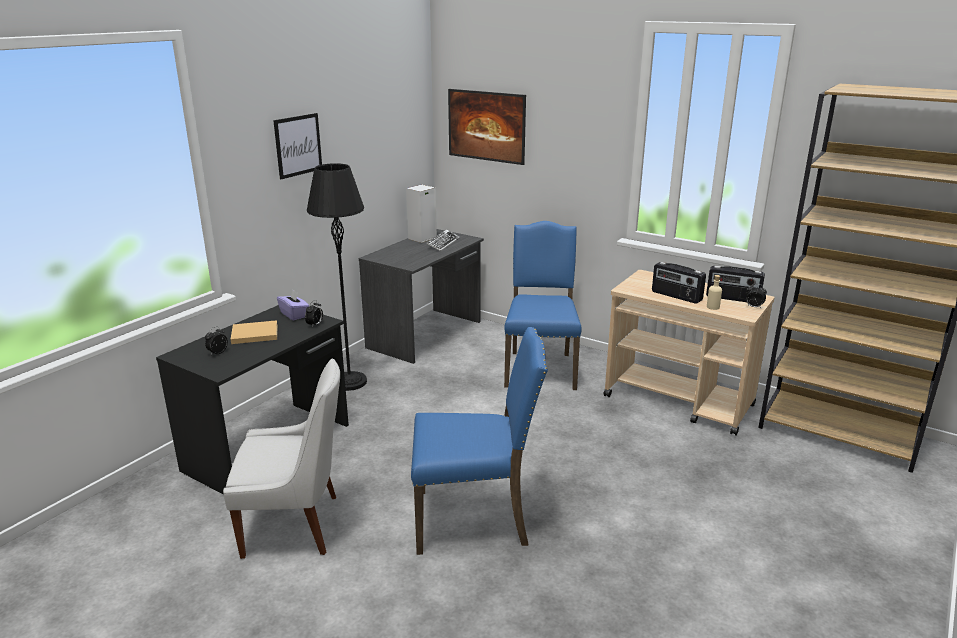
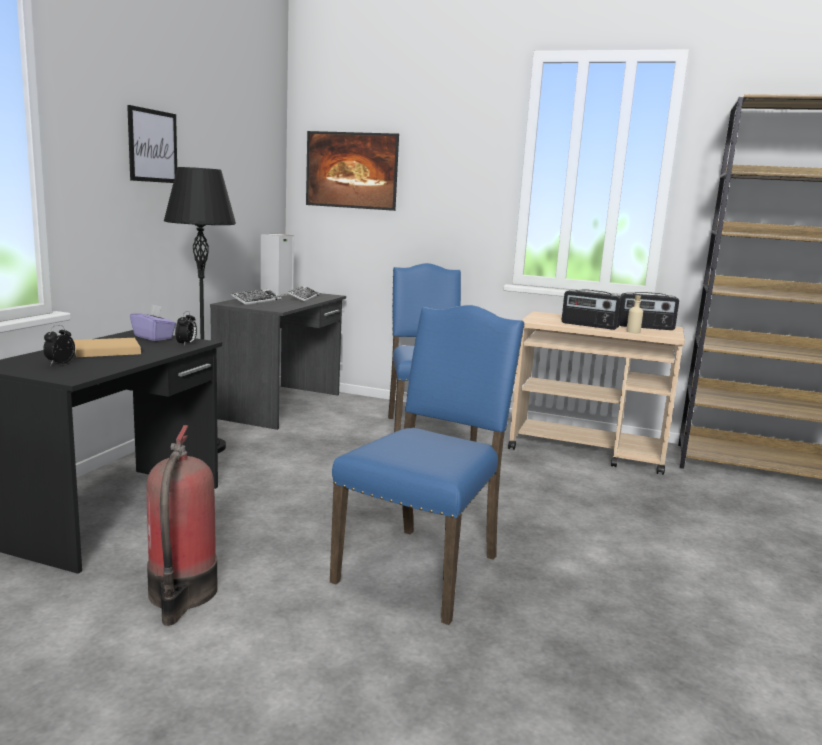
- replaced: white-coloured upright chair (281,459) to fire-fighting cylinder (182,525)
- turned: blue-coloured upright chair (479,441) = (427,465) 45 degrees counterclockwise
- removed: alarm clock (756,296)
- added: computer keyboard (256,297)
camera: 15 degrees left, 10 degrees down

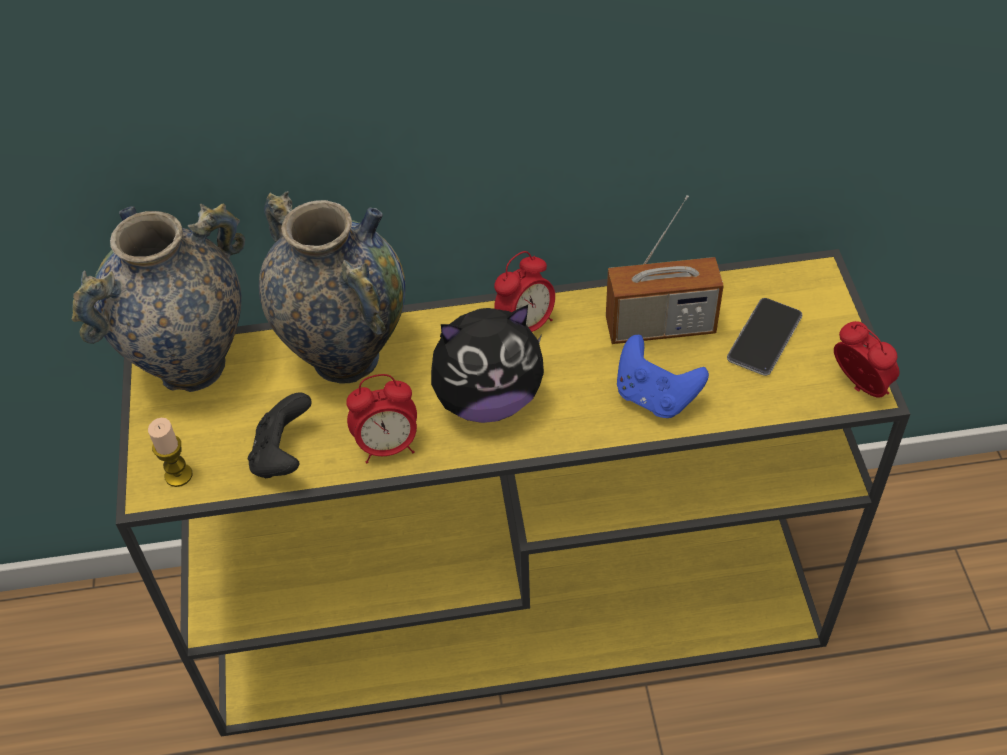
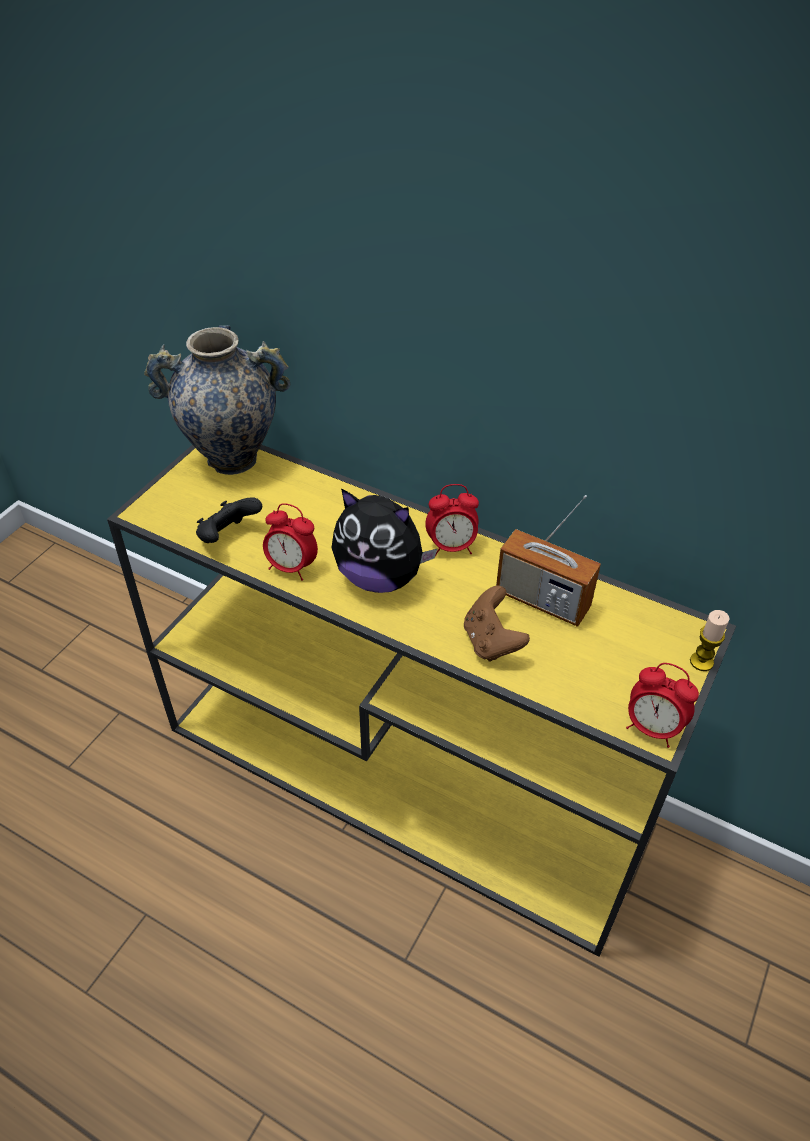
- moved: wax light (170,452) to (709,640)
- removed: decorative vase (332,287)
- recoloured: blue-coloured game controller (663,376) to brown game controller (497,624)
- removed: handset (764,337)
- turned: alarm clock (866,359) = (662,705) 120 degrees clockwise
camera: 35 degrees right, 5 degrees down

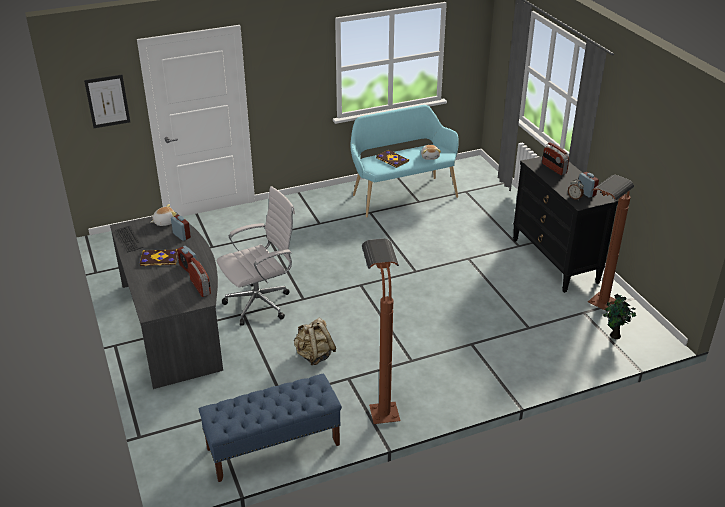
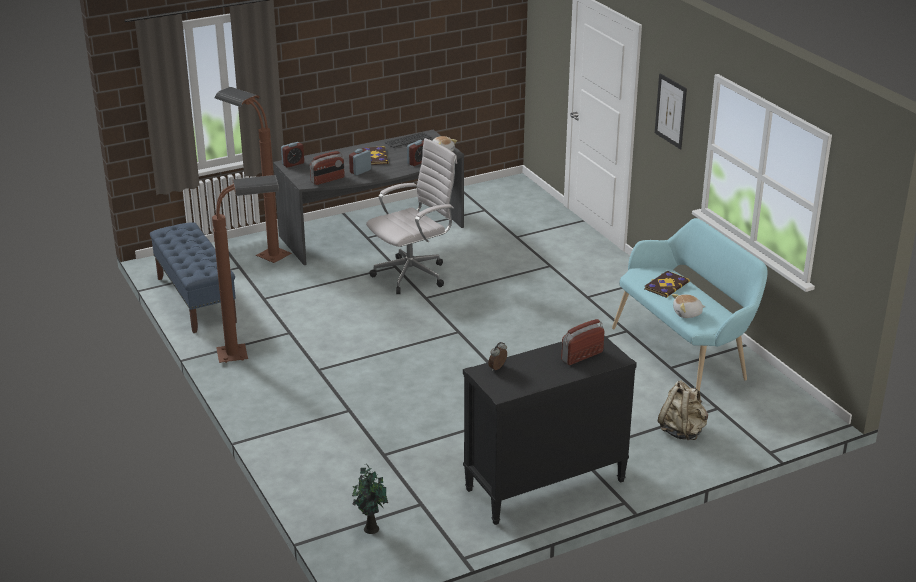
- moved: picture (107,101) to (671,111)
- turned: white-coloured computer chair (256,256) = (411,216) 90 degrees counterclockwise
- moved: beige rucksack (315,341) to (683,410)
- moved: alarm clock (588,184) to (292,155)
- moved: brown standing lamp (611,243) to (253,175)
camera: 85 degrees right, 5 degrees down

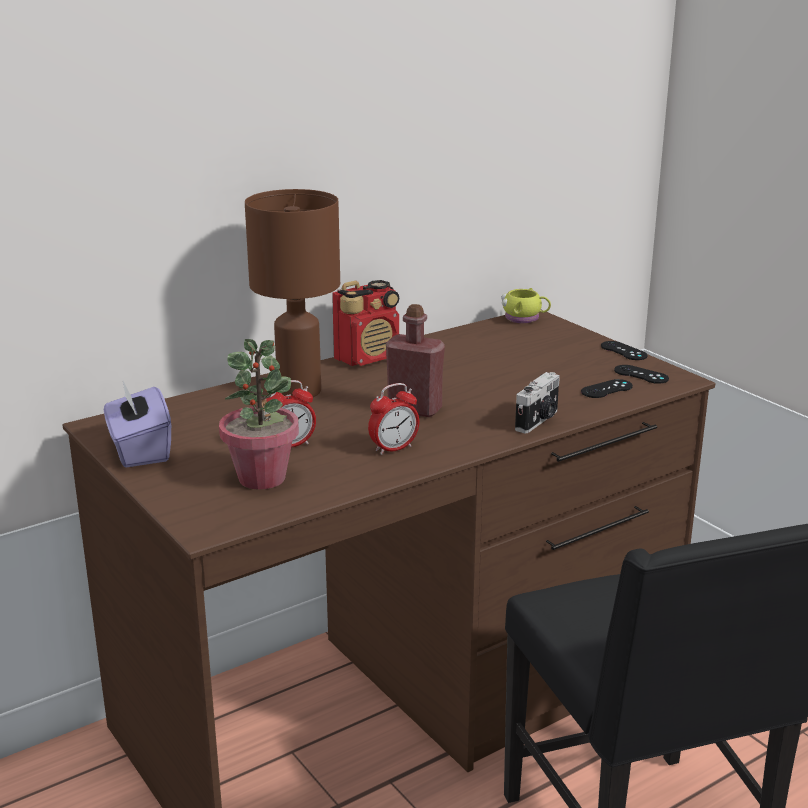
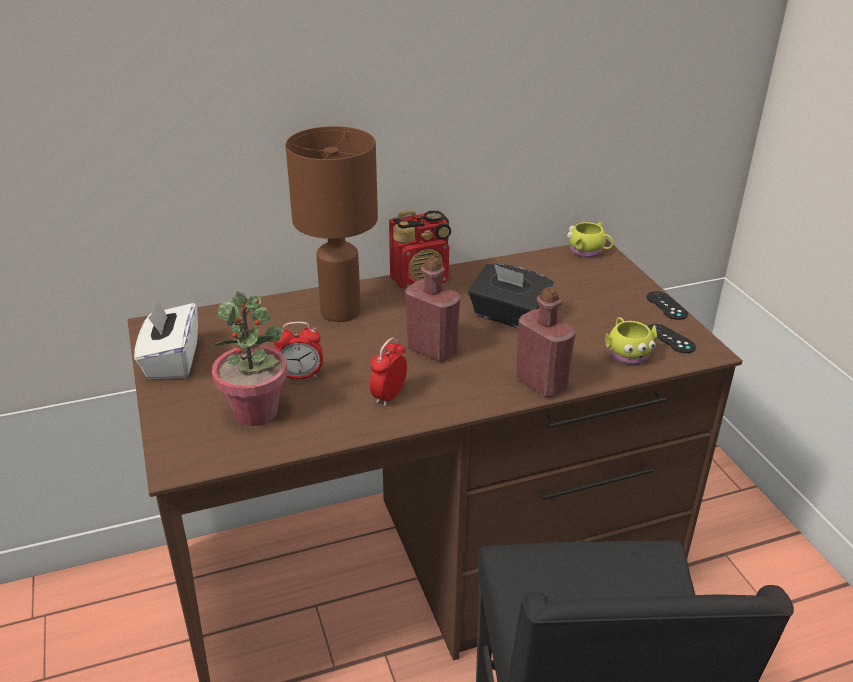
- recoloured: purple box of tissues (137,424) to white-coloured box of tissues (166,338)
- turned: alarm clock (393,419) = (388,372) 135 degrees clockwise
- replaced: photo camera (537,402) to red bottle (545,342)
- replaced: blackish game controller (607,388) to yellow coffee mug (631,341)
- added: blackish box of tissues (511,296)
camera: 15 degrees right, 10 degrees up

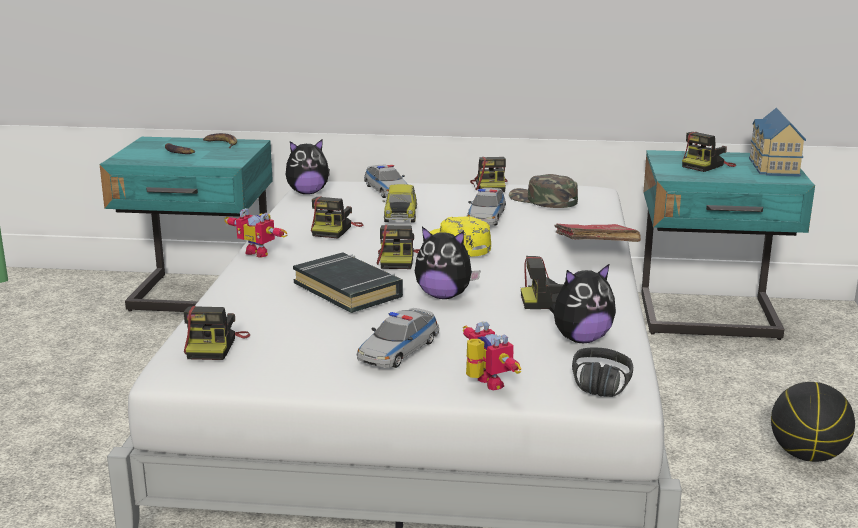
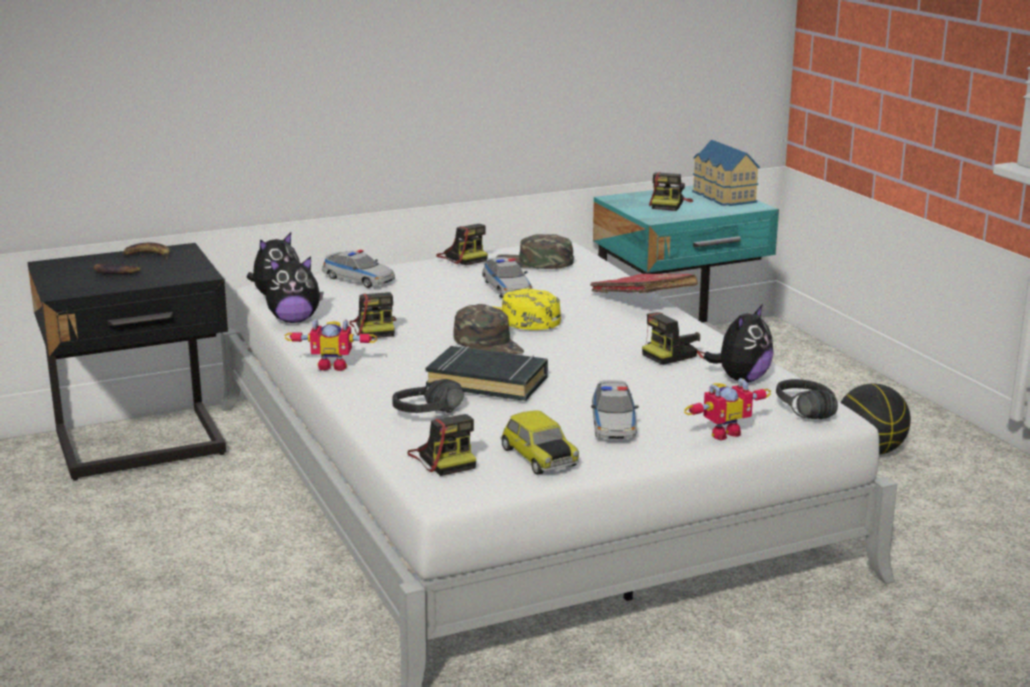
- recoloured: turquoise-coloured nightstand (186,224) to blackish nightstand (127,362)
- replaced: photo camera (398,247) to greenish baseball cap (488,329)
- moved: model car (400,203) to (539,442)
- moved: plush toy (447,263) to (295,289)
- turned: toy robot (492,356) = (727,409) 120 degrees clockwise
- added: blackish headphones (428,396)
camera: 30 degrees left, 0 degrees up

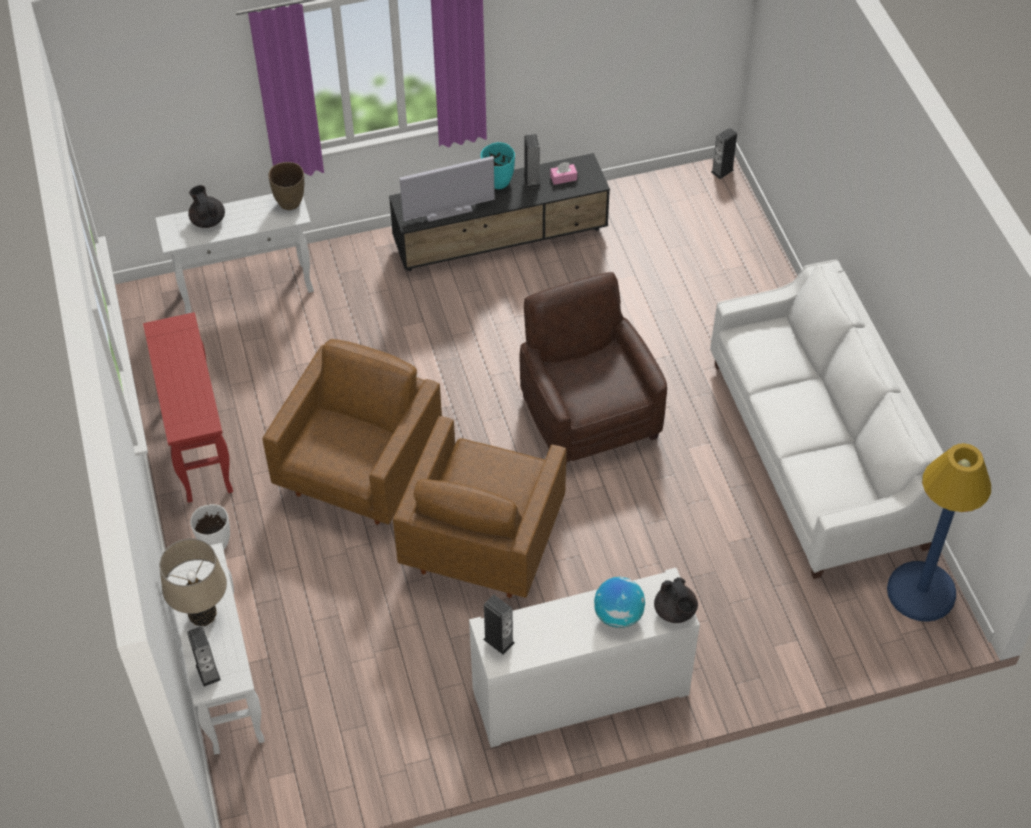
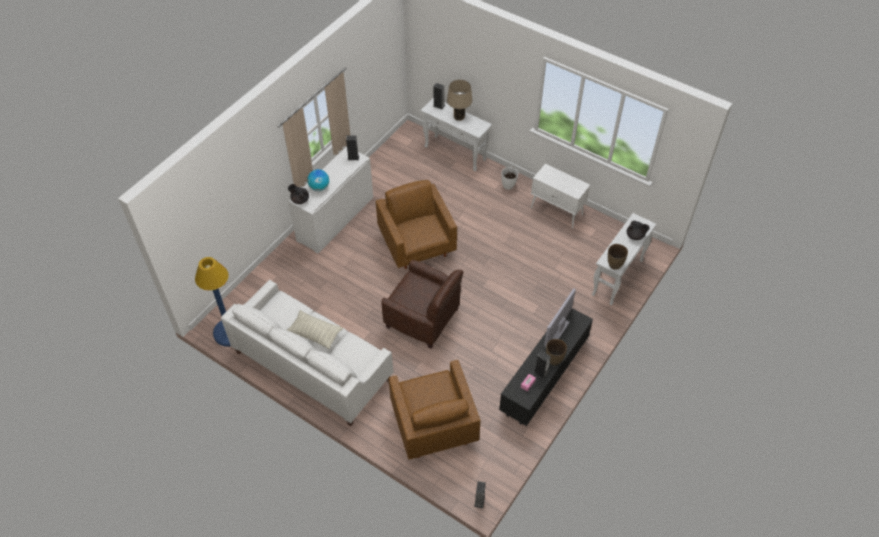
- replaced: red console table (188,407) to white-coloured cupboard (560,196)
- moved: brown easy chair (352,432) to (435,410)
- recoloured: turquoise-coloured decorative vase (498,165) to brown decorative vase (556,352)
- added: cushion (315,329)
camera: 140 degrees right, 0 degrees up

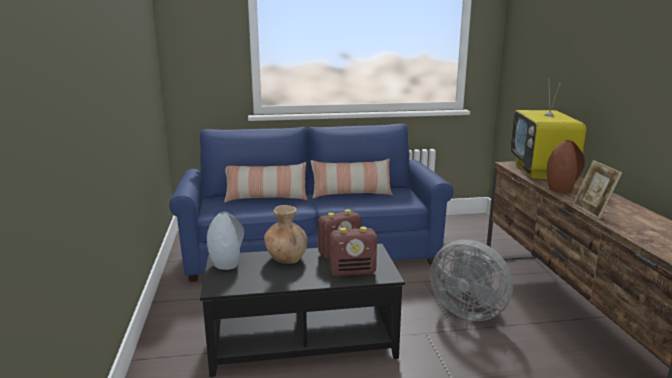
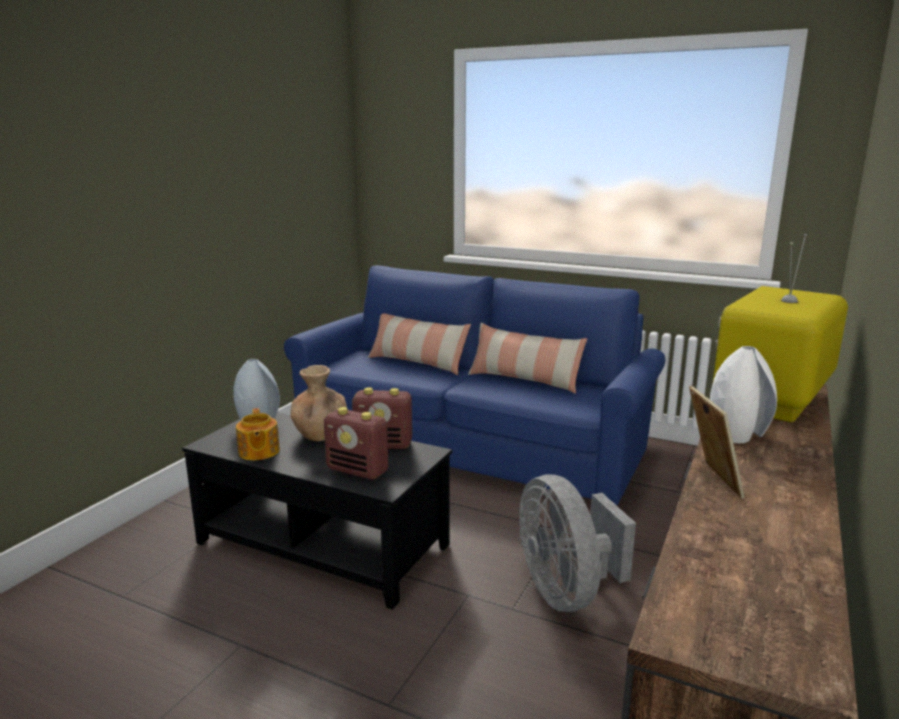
- recoloured: brown decorative vase (565,166) to white-coloured decorative vase (743,394)
- turned: photo frame (597,189) = (717,442) 150 degrees clockwise
- added: teapot (258,434)
camera: 35 degrees right, 0 degrees up

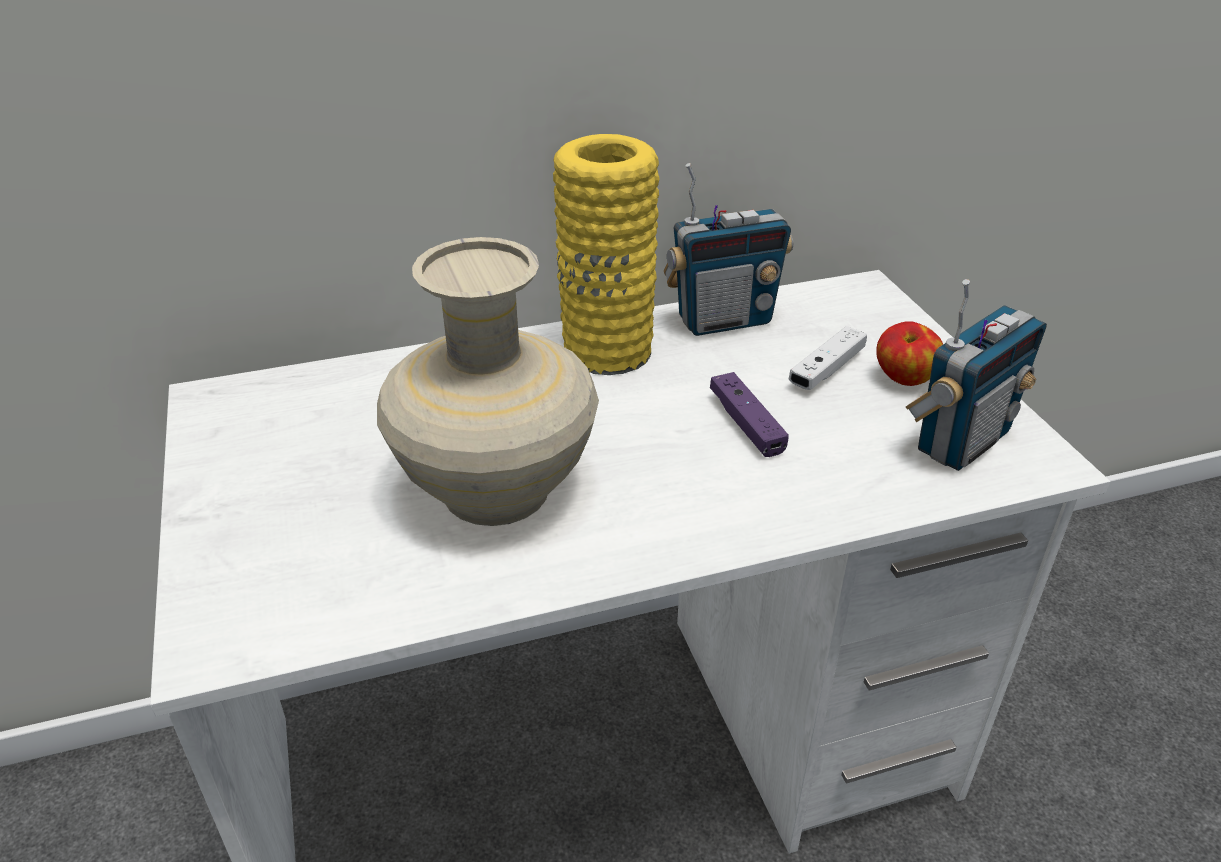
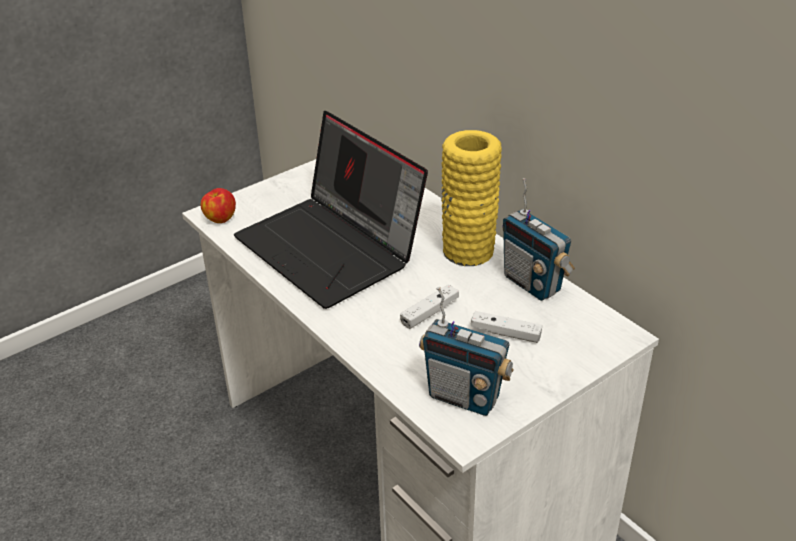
- replaced: beige decorative vase (488,381) to laptop (331,210)
- recoloured: purple game controller (749,414) to white-coloured game controller (429,306)
- moved: apple (909,353) to (218,205)
camera: 70 degrees right, 0 degrees up

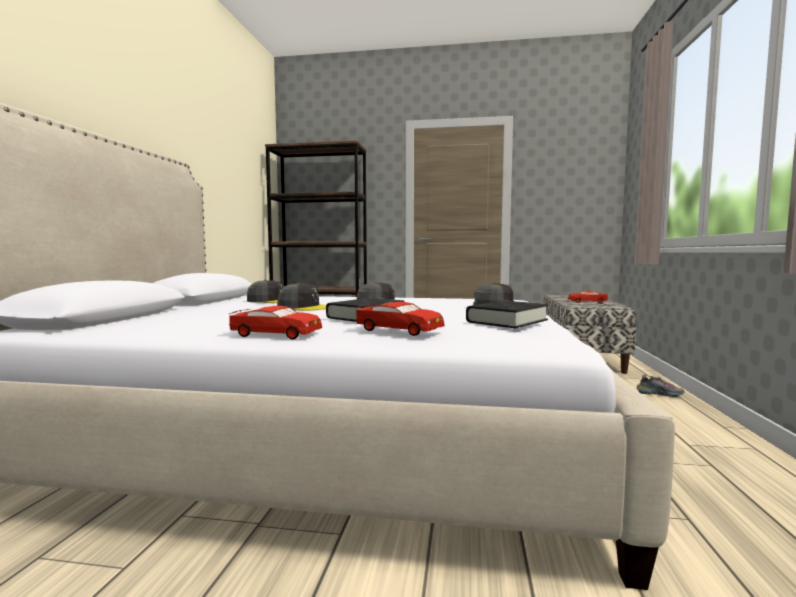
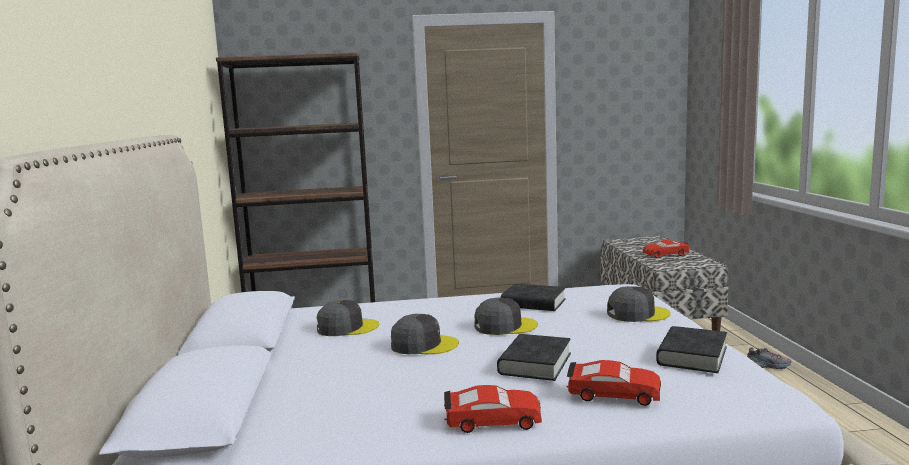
- added: blackish bound book (533,297)
camera: 15 degrees left, 5 degrees up

